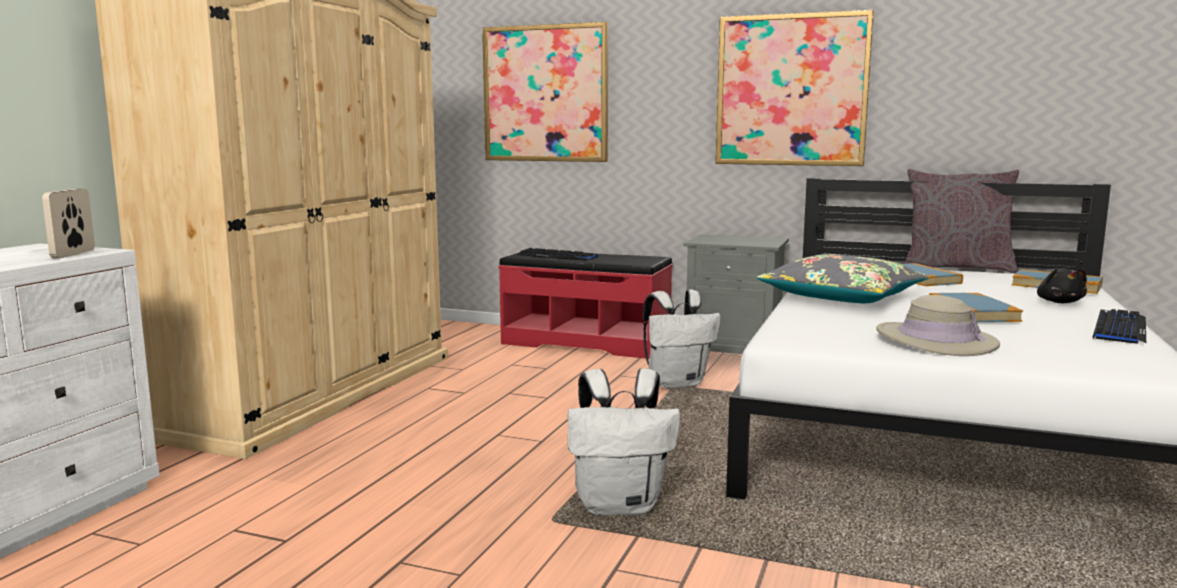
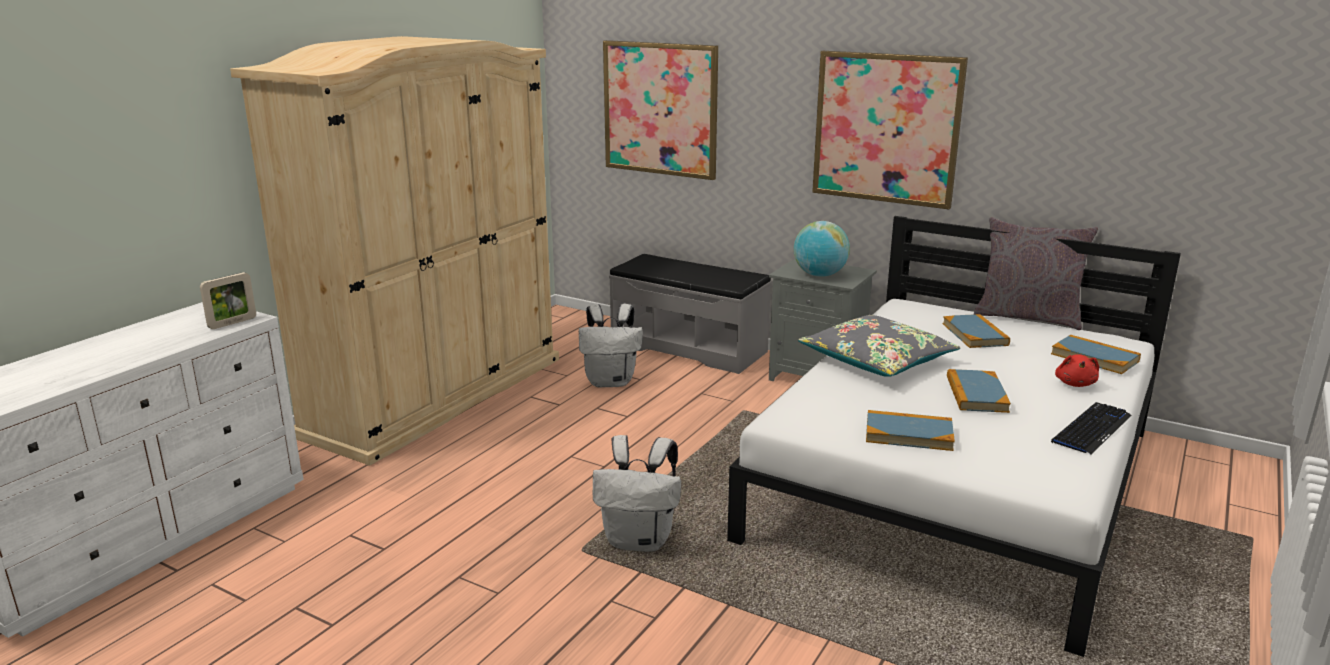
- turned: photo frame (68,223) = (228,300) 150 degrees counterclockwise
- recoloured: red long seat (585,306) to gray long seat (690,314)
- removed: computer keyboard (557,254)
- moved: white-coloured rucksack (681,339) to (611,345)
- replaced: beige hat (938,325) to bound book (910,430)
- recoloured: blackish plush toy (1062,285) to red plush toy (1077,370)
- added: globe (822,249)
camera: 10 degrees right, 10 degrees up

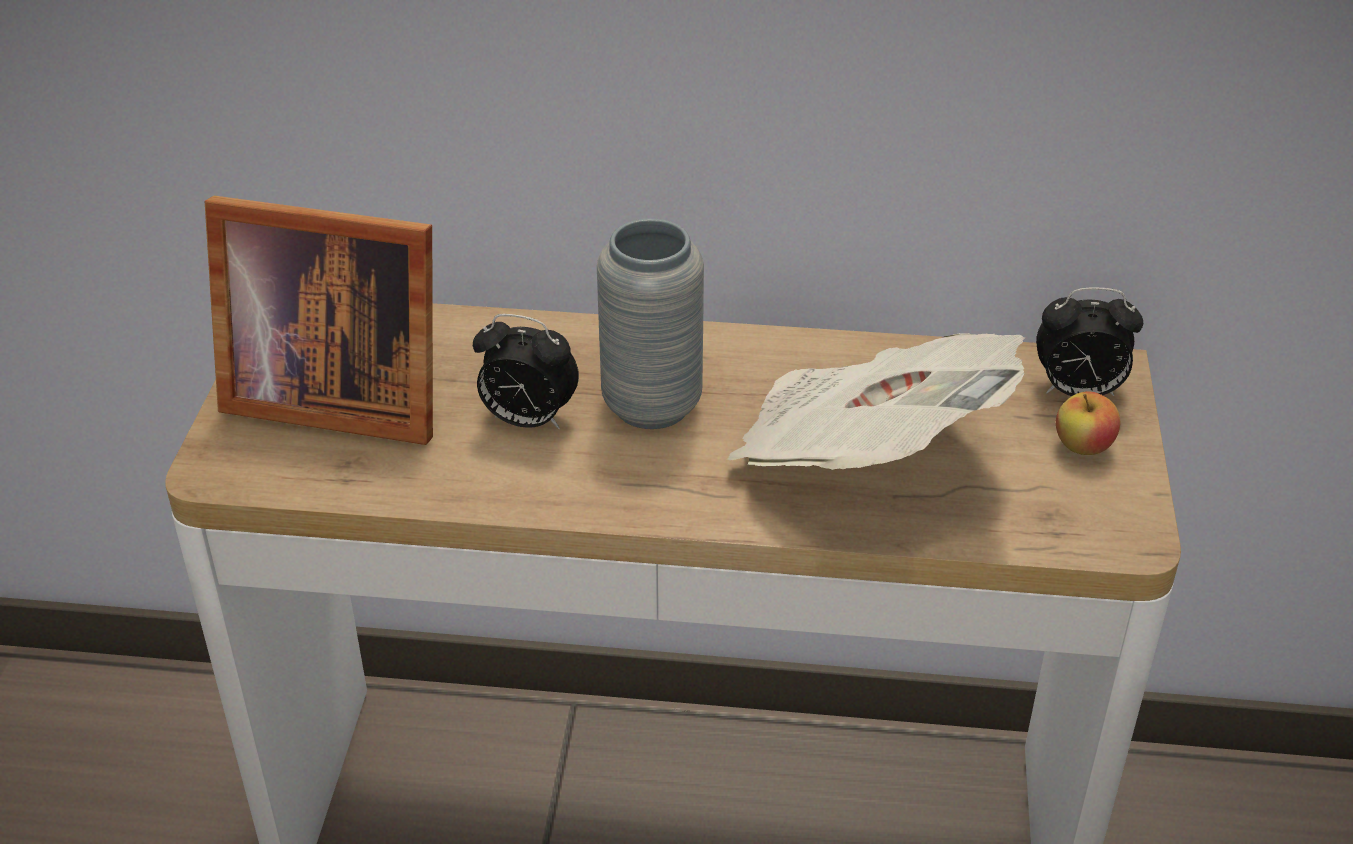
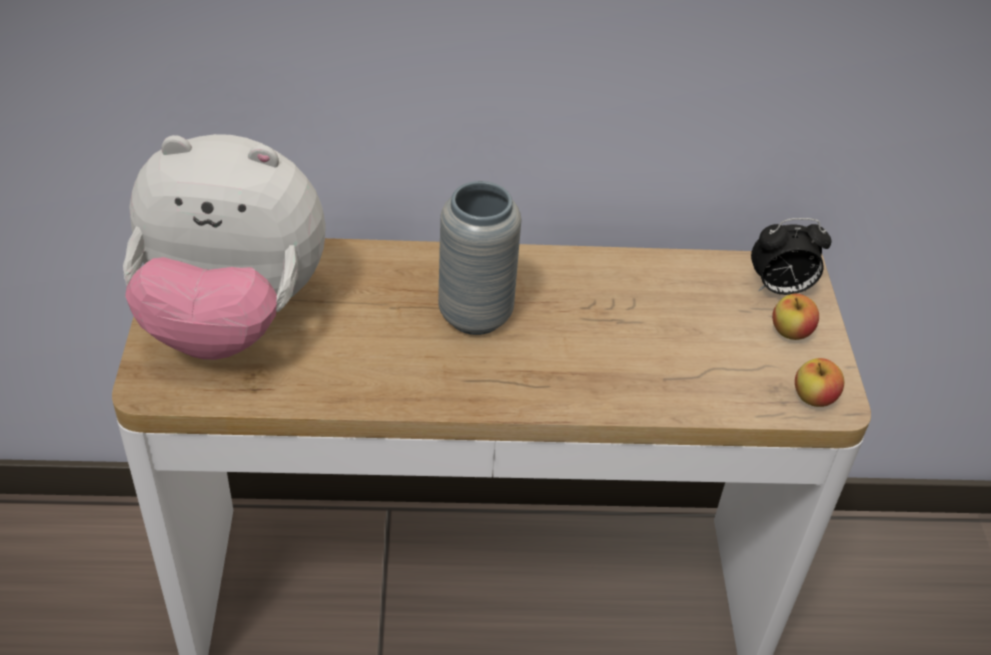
- replaced: photo frame (319,320) to plush toy (224,247)
- removed: alarm clock (526,371)
- removed: newspaper (876,401)
- added: apple (819,382)
camera: 10 degrees left, 5 degrees up

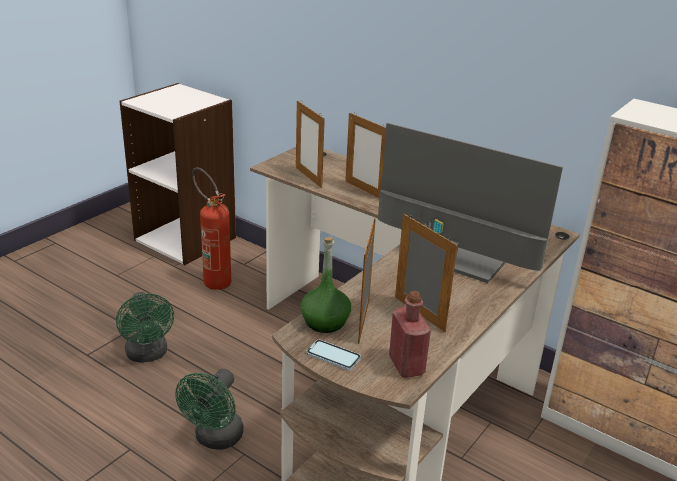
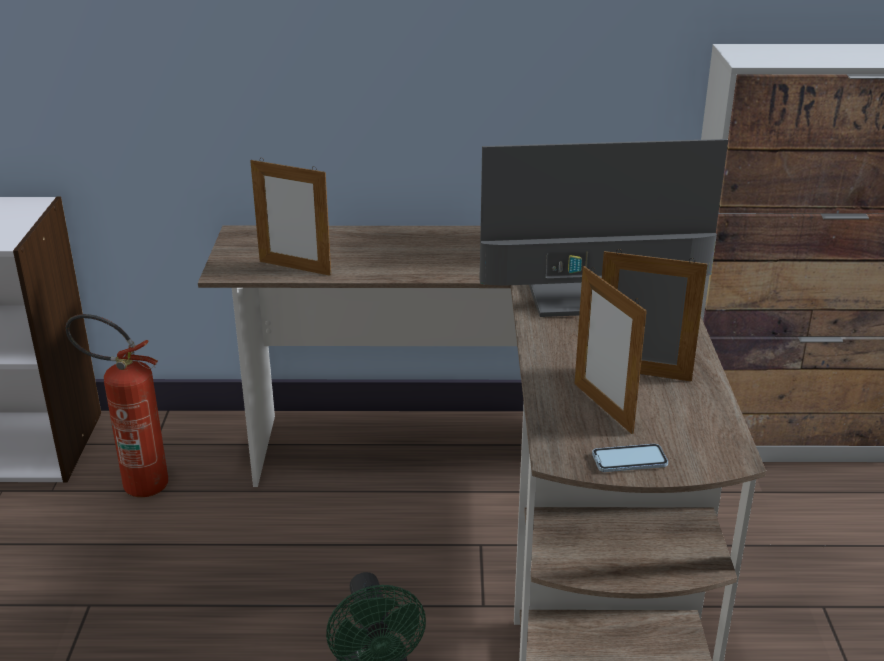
- removed: greenish fan (145,327)
- removed: greenish bottle (325,285)
- removed: photo frame (365,155)
- removed: red bottle (410,334)
camera: 35 degrees left, 0 degrees up

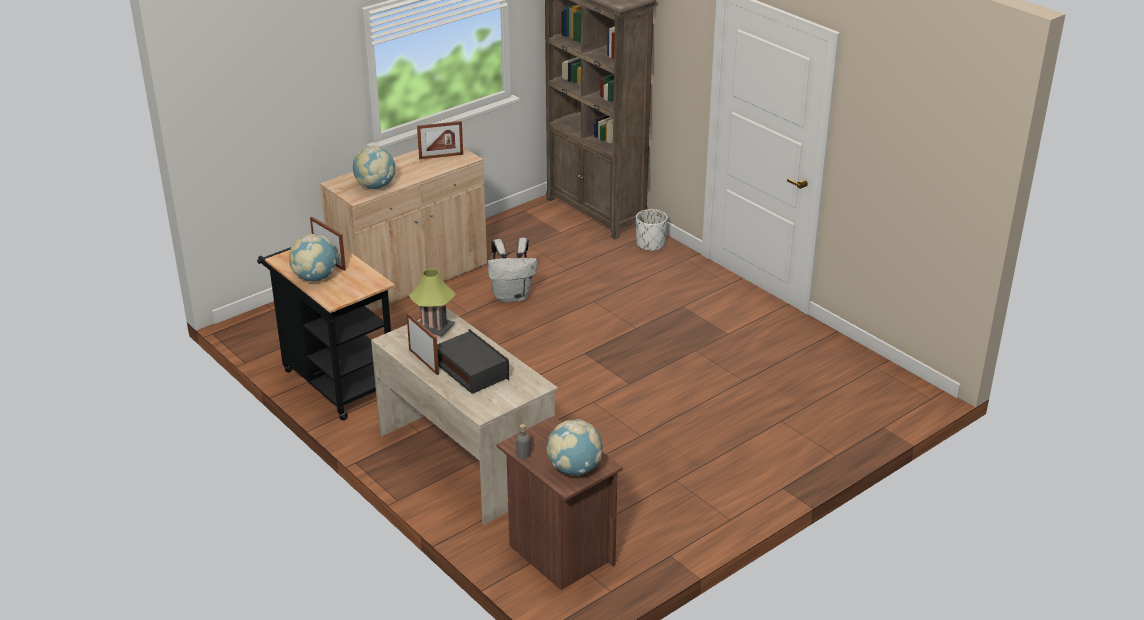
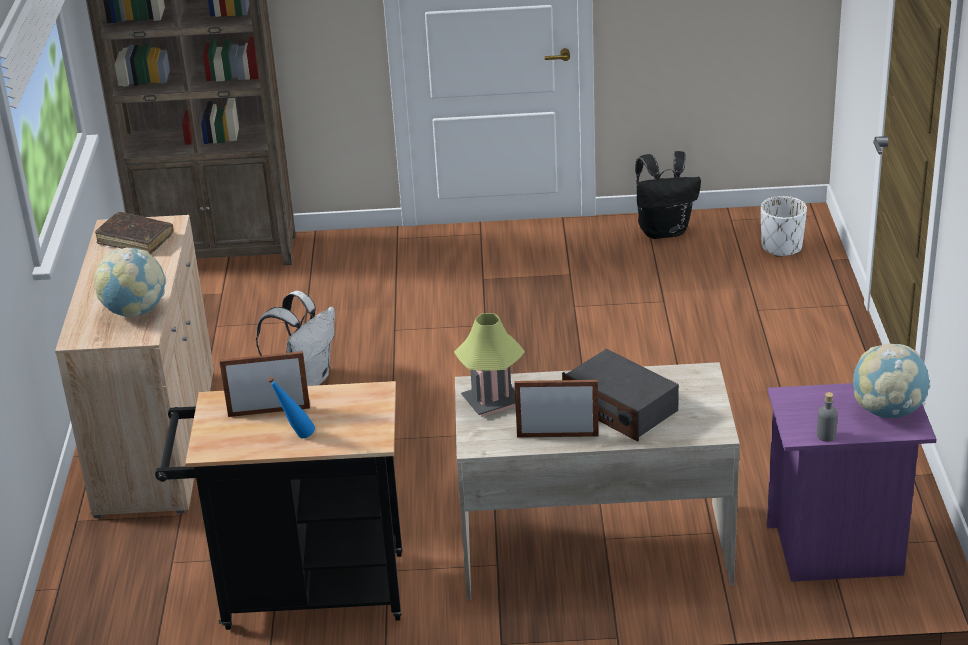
- replaced: globe (313,257) to blue-coloured bottle (291,407)
- replaced: photo frame (440,140) to brown bound book (134,233)
- turned: radio set (473,361) = (620,395) 135 degrees counterclockwise
- recoloured: brown nightstand (559,503) to purple nightstand (851,482)
- moved: white-coloured flower pot (652,230) to (784,226)
- added: blackish rucksack (668,195)
camera: 50 degrees left, 0 degrees up

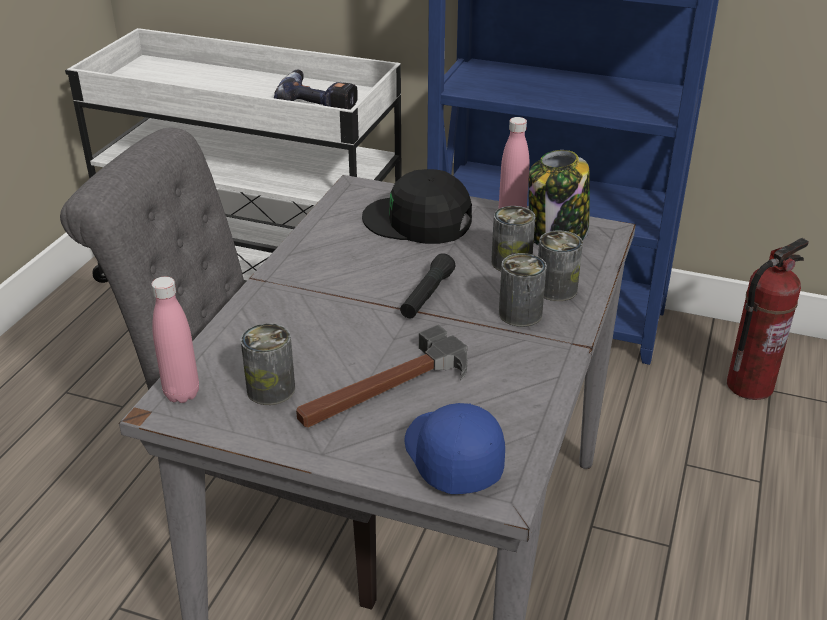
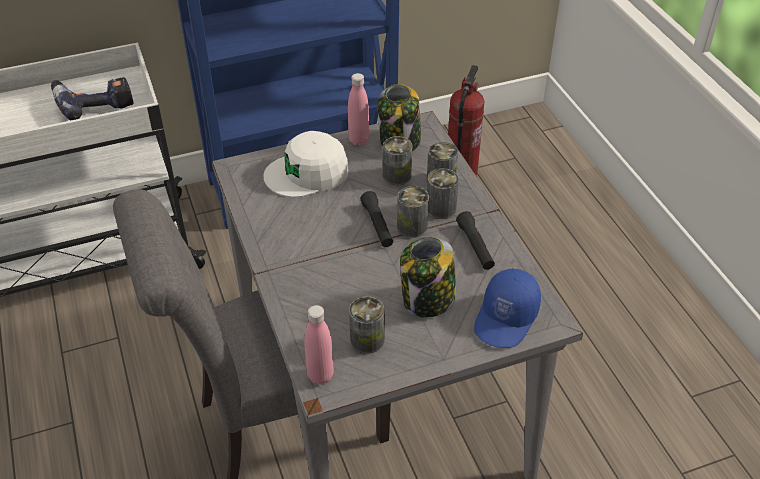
- replaced: hammer (381,376) to jar (428,277)
- recoloured: blackish baseball cap (417,206) to white-coloured baseball cap (305,164)
- turned: blue-coloured baseball cap (454,448) = (507,308) 90 degrees counterclockwise
- added: metal can (413,212)
- added: blackish flashlight (475,240)
camera: 40 degrees left, 10 degrees up

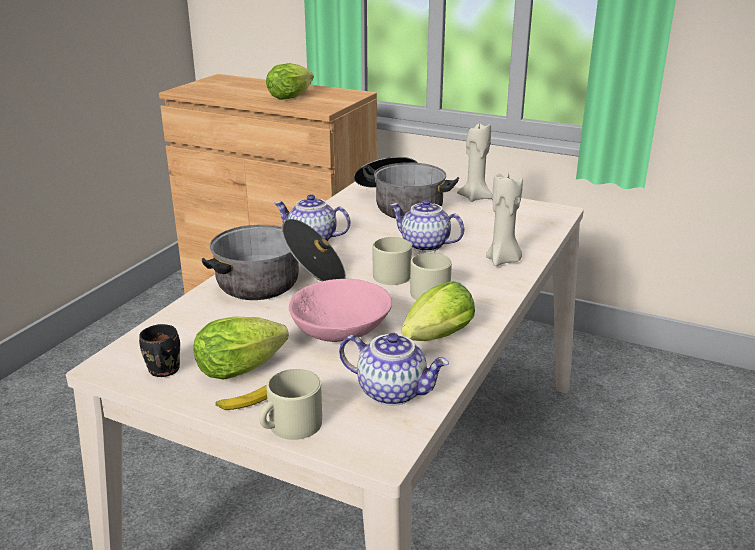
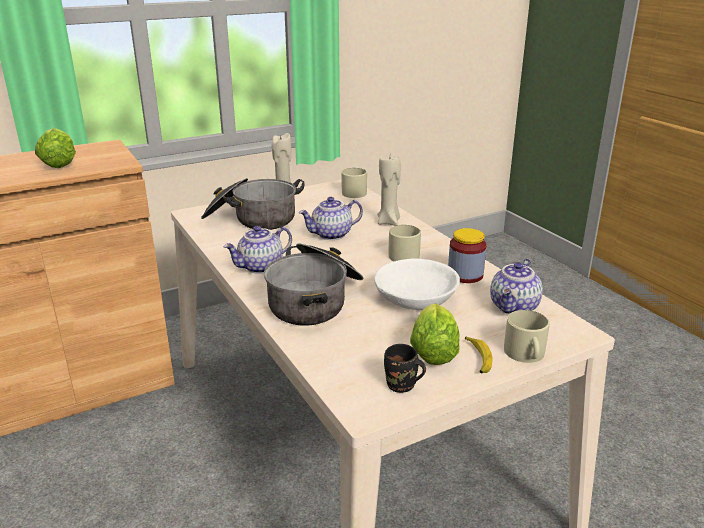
- recoloured: pink deep dish (340,310) to white-coloured deep dish (417,284)
- turned: teapot (394,369) = (516,286) 150 degrees clockwise
- moved: beige coffee mug (392,261) to (354,183)
- replaced: head of lettuce (438,311) to jar (467,255)
camera: 55 degrees left, 0 degrees up

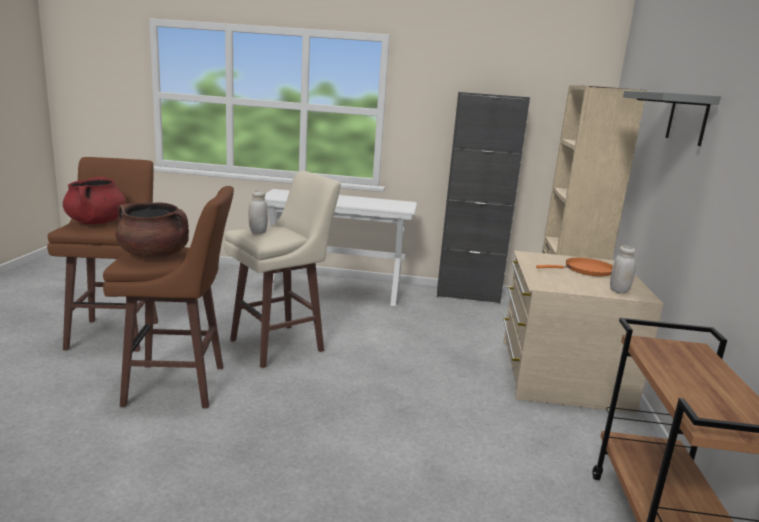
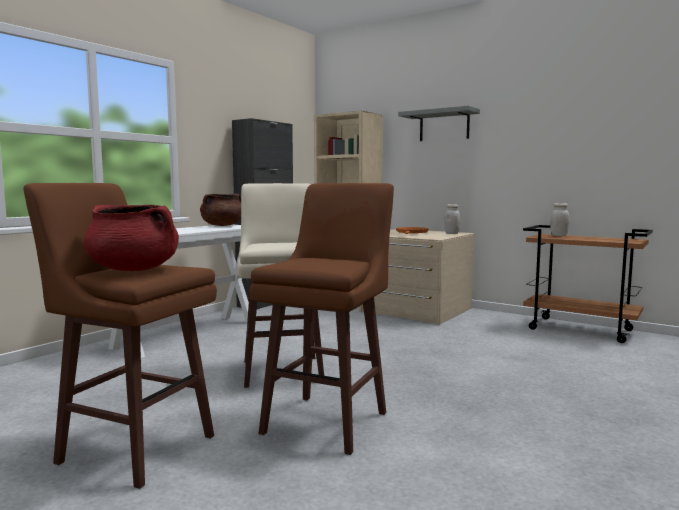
- moved: brown saucepot (152,230) to (220,209)
- moved: white-coloured jar (258,212) to (559,219)
camera: 60 degrees left, 10 degrees down

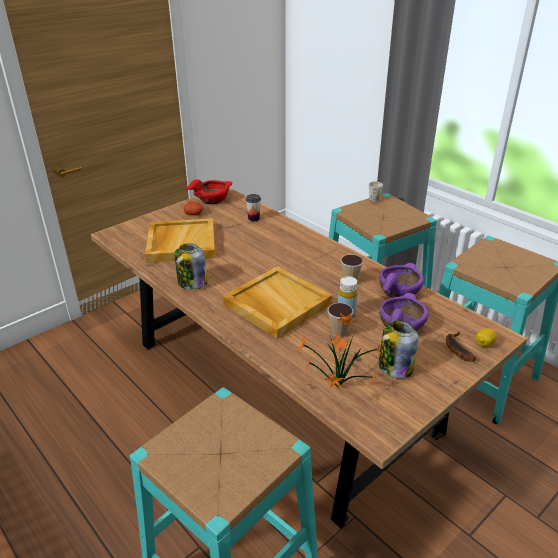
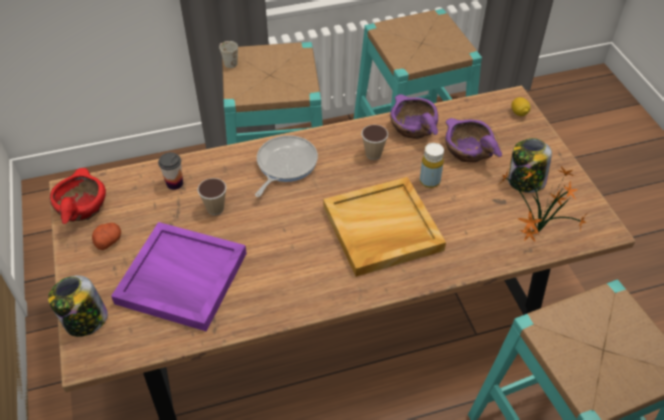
- recoloured: beige serving tray (180,240) to purple serving tray (179,277)
- moved: jar (191,266) to (78,306)
- moved: cup (340,320) to (212,196)
- removed: banana (461,346)
- added: skillet (286,166)
camera: 65 degrees left, 15 degrees up

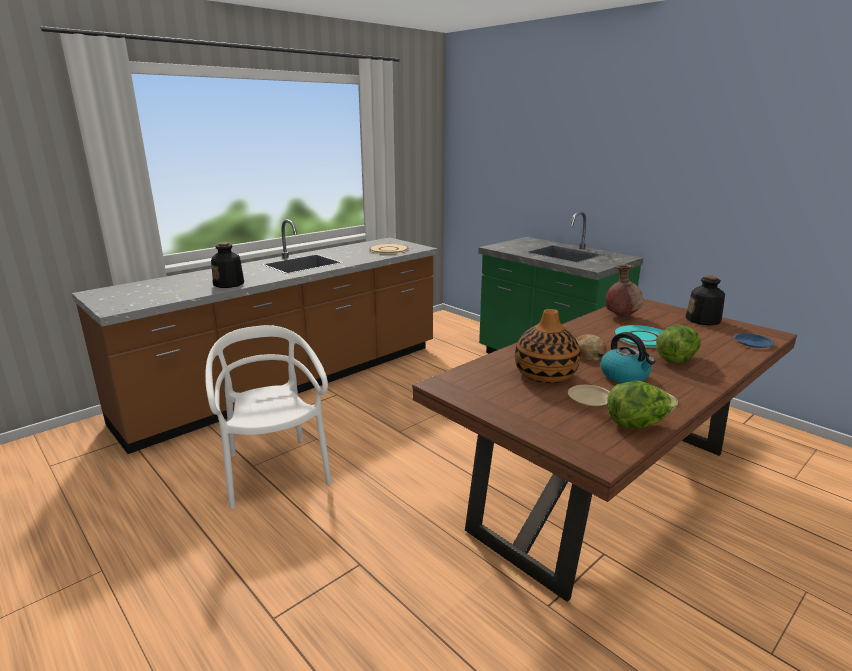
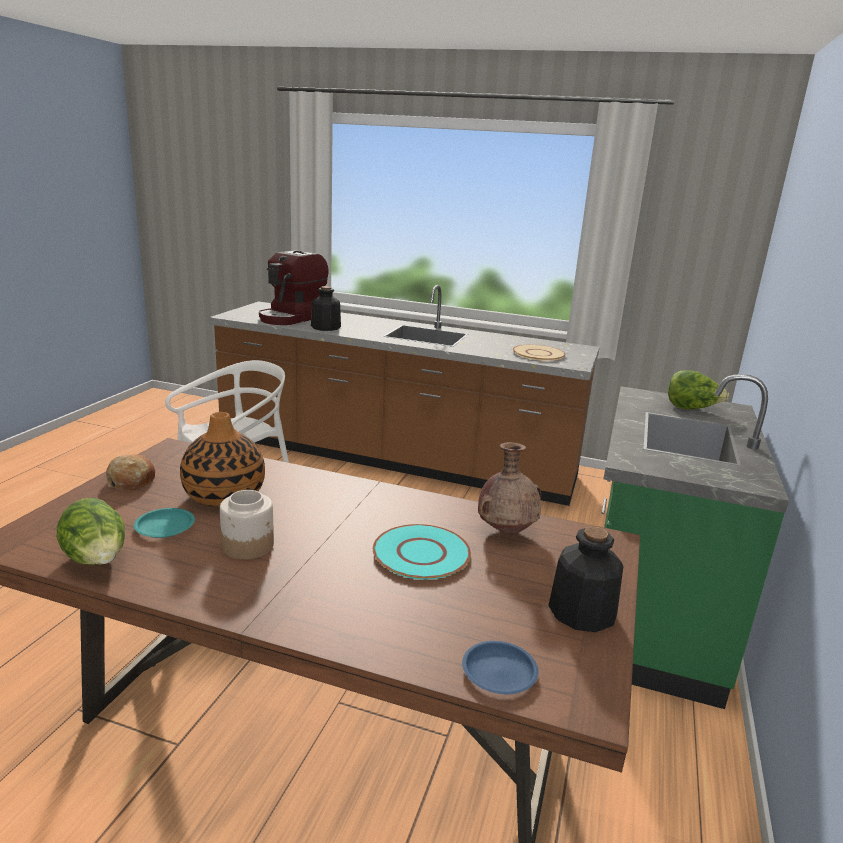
- recoloured: beige flat dish (589,395) to turquoise-coloured flat dish (164,523)
- moved: baked bread (591,347) to (130,472)
- replaced: kettle (628,357) to jar (247,525)
- moved: head of lettuce (678,344) to (698,389)
- added: coffee brewer (294,287)
camera: 60 degrees right, 0 degrees up

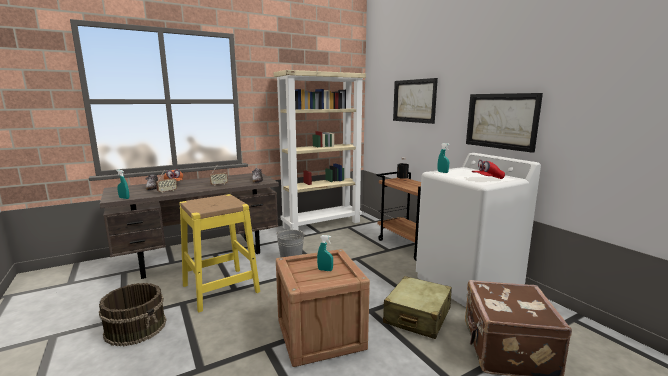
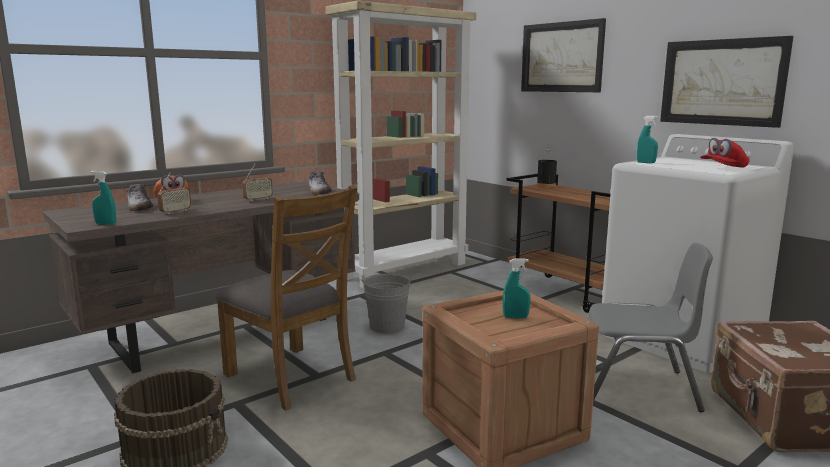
- replaced: yellow sitting stool (219,253) to brown upright chair (286,298)
- replaced: beige piece of luggage (417,307) to gray upright chair (651,327)
camera: 10 degrees left, 0 degrees up

